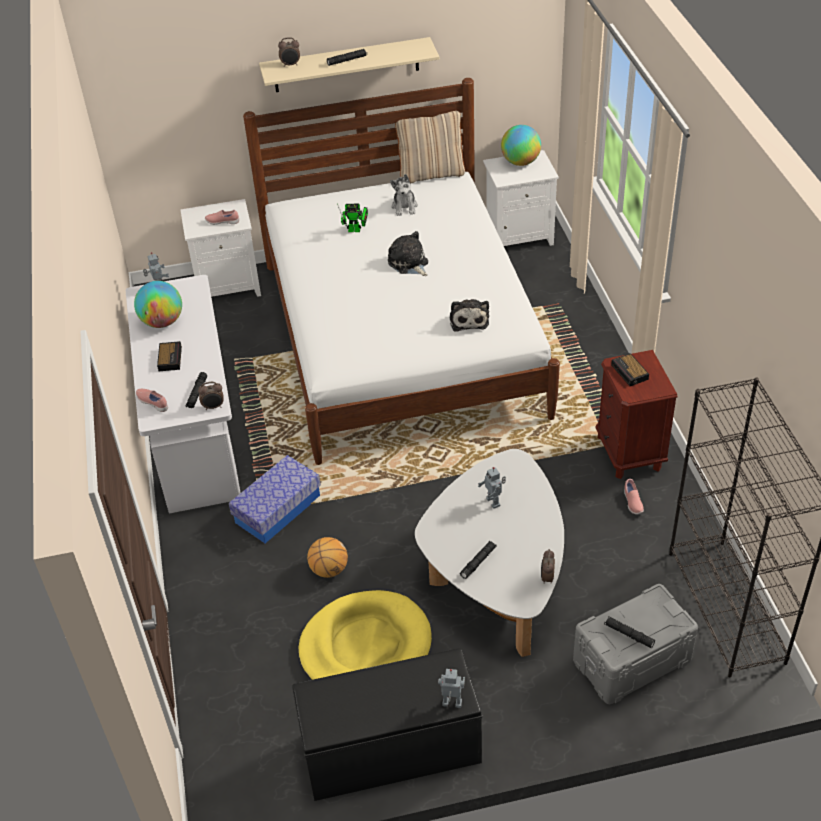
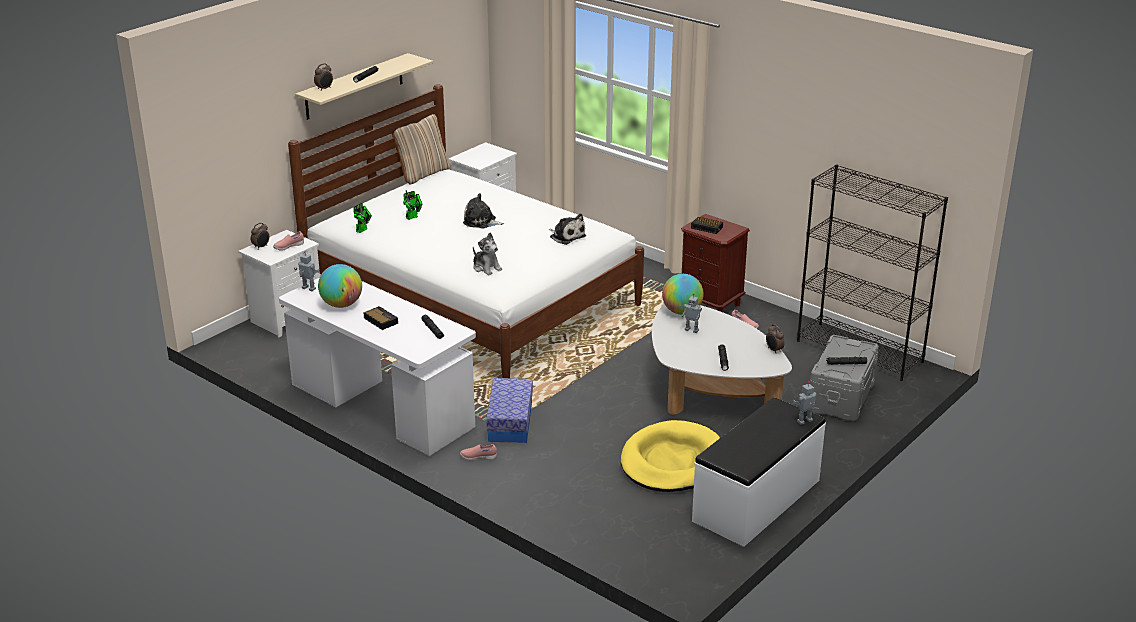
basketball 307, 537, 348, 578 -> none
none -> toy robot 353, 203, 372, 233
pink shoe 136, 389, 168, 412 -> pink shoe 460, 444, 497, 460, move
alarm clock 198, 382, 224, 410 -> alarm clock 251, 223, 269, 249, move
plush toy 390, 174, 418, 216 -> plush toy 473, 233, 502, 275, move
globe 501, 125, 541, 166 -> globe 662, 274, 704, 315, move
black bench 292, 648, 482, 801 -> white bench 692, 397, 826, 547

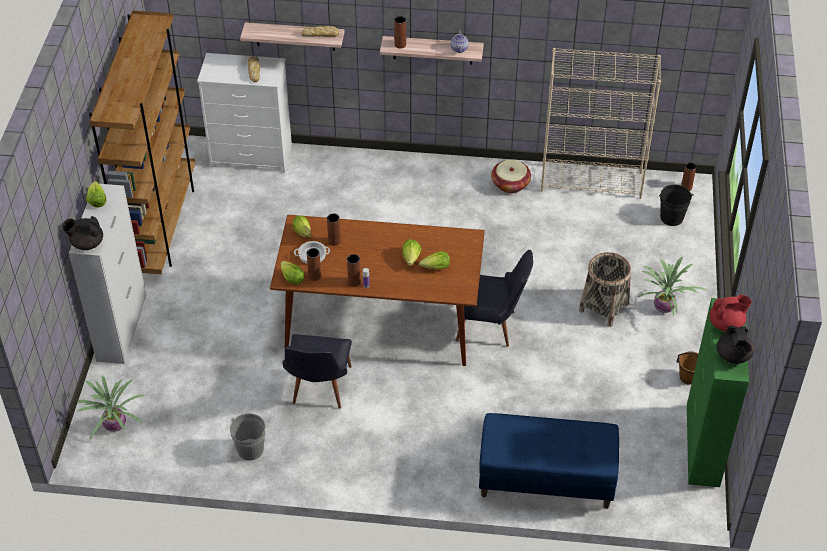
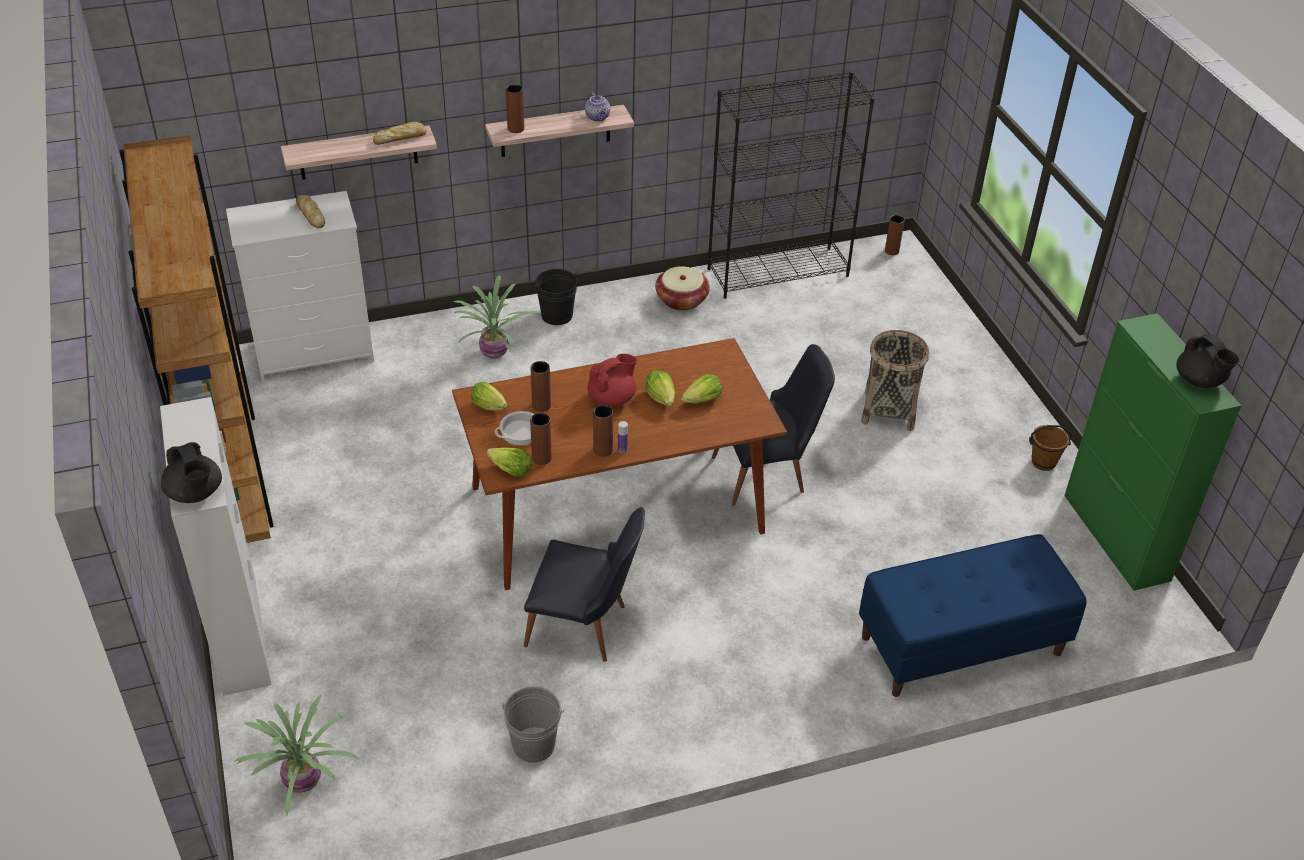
lettuce 86, 181, 107, 207 -> none
potted plant 639, 257, 708, 317 -> potted plant 453, 275, 543, 359, move
black bucket 659, 185, 694, 226 -> black bucket 535, 269, 579, 325, move
red teapot 710, 295, 752, 332 -> red teapot 588, 354, 637, 406, move
beige bookcase 541, 48, 661, 199 -> black bookcase 707, 71, 875, 299
black teapot 62, 216, 103, 250 -> black teapot 161, 442, 222, 503, 90 degrees counterclockwise
black chair 282, 334, 352, 409 -> black chair 524, 507, 645, 662, 60 degrees counterclockwise

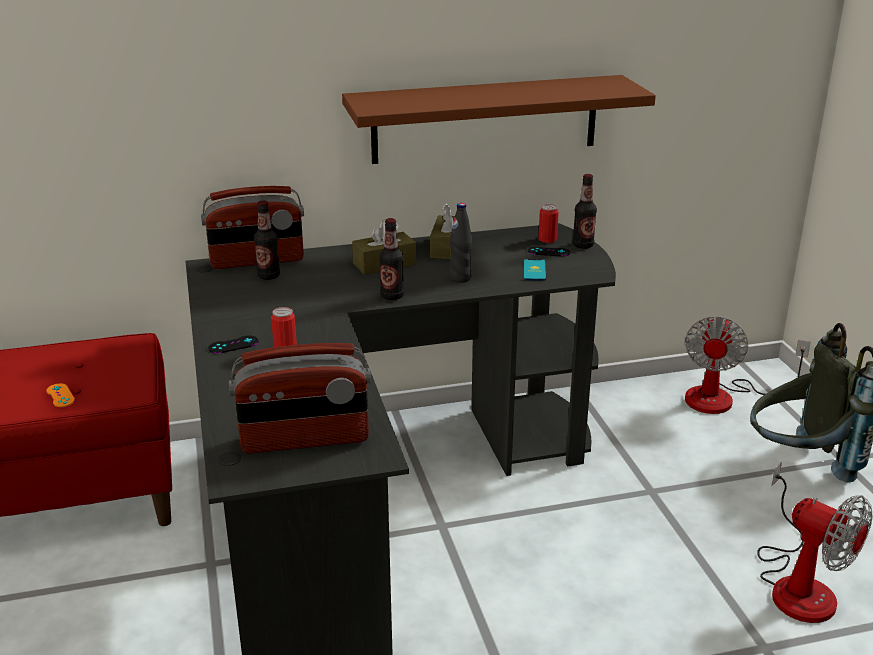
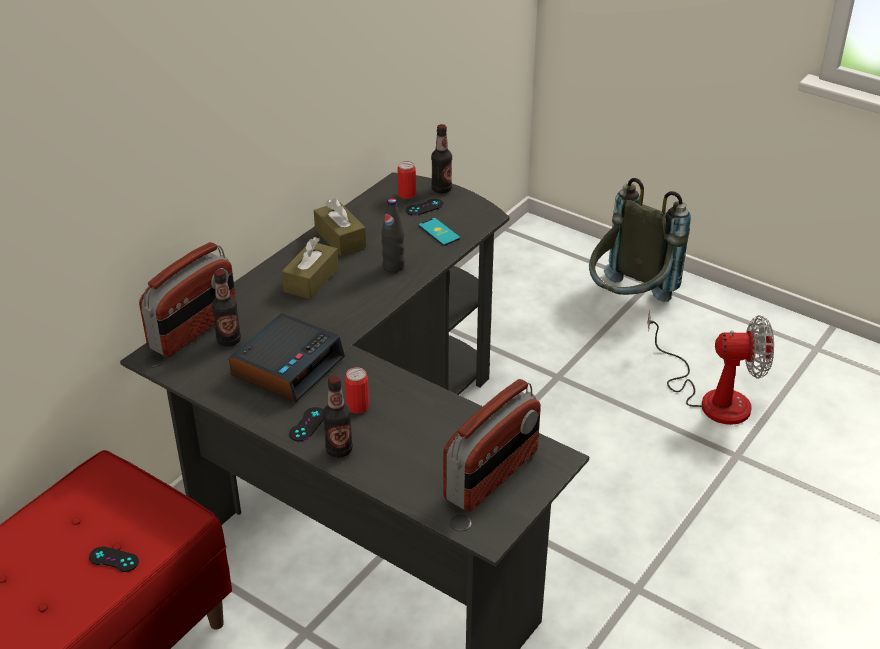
brown shelf 342, 75, 656, 164 -> none
fan 685, 315, 811, 414 -> none
none -> alarm clock 229, 313, 345, 403
bottle 379, 218, 404, 300 -> bottle 323, 375, 353, 458, move
orange game controller 46, 384, 75, 407 -> black game controller 89, 546, 139, 572

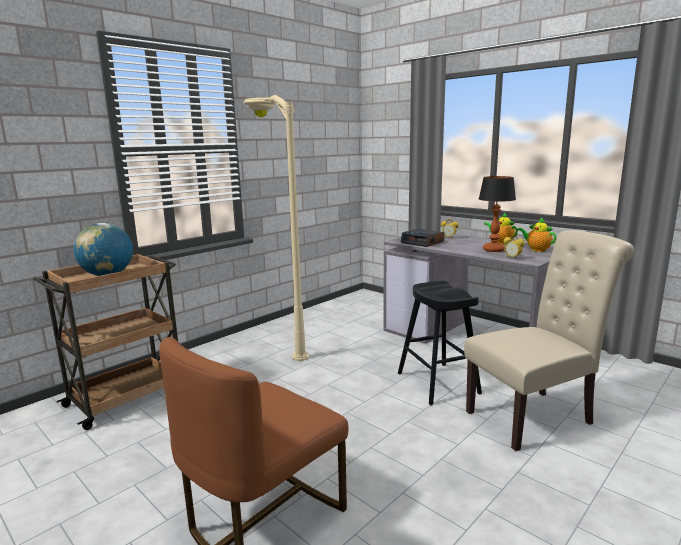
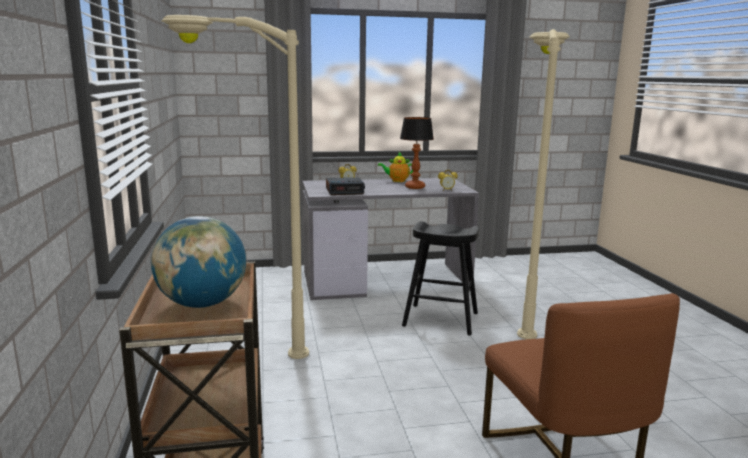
teapot 517, 218, 556, 252 -> none
beige chair 464, 230, 634, 451 -> beige floor lamp 517, 29, 570, 339

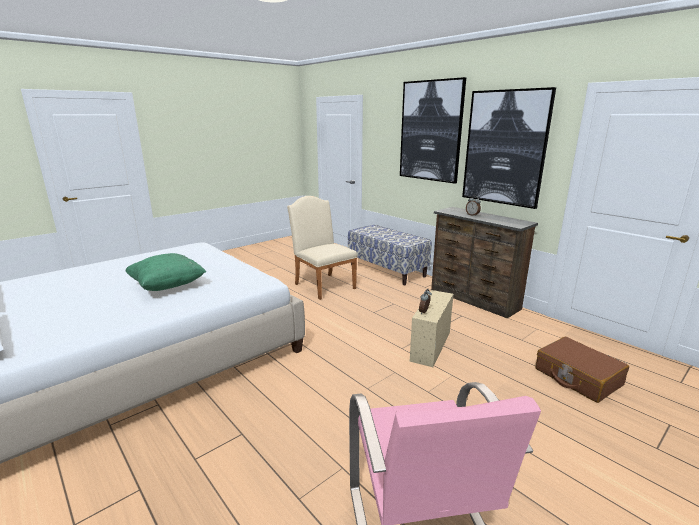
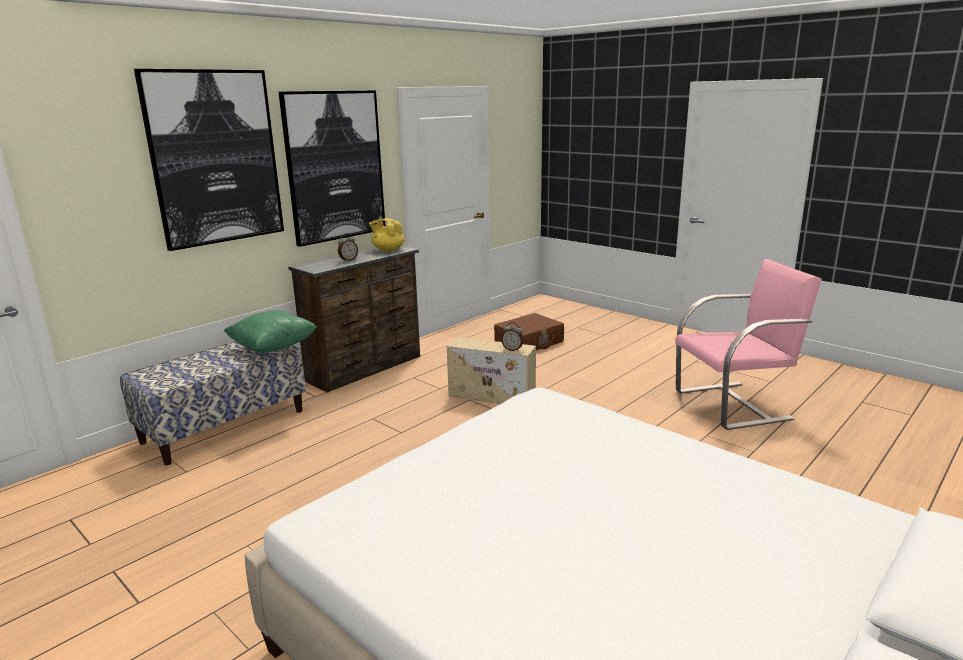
beige chair 287, 196, 357, 300 -> none
none -> yellow teapot 369, 218, 404, 252
green pillow 126, 253, 206, 291 -> green pillow 224, 310, 317, 353, move

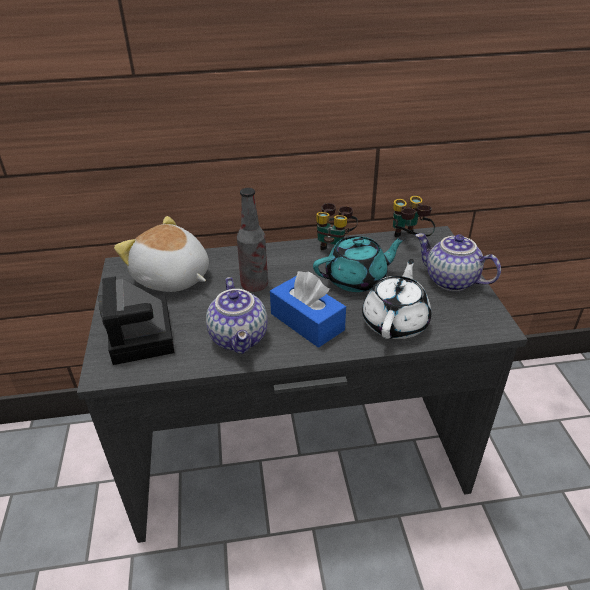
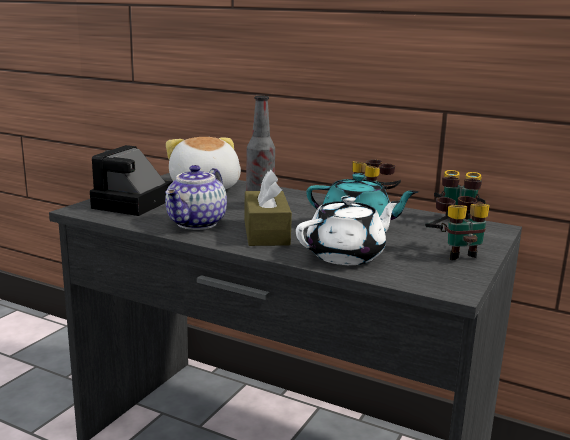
teapot 415, 233, 501, 291 -> binoculars 425, 196, 490, 260
blue tissue box 270, 271, 346, 348 -> brown tissue box 244, 170, 292, 246

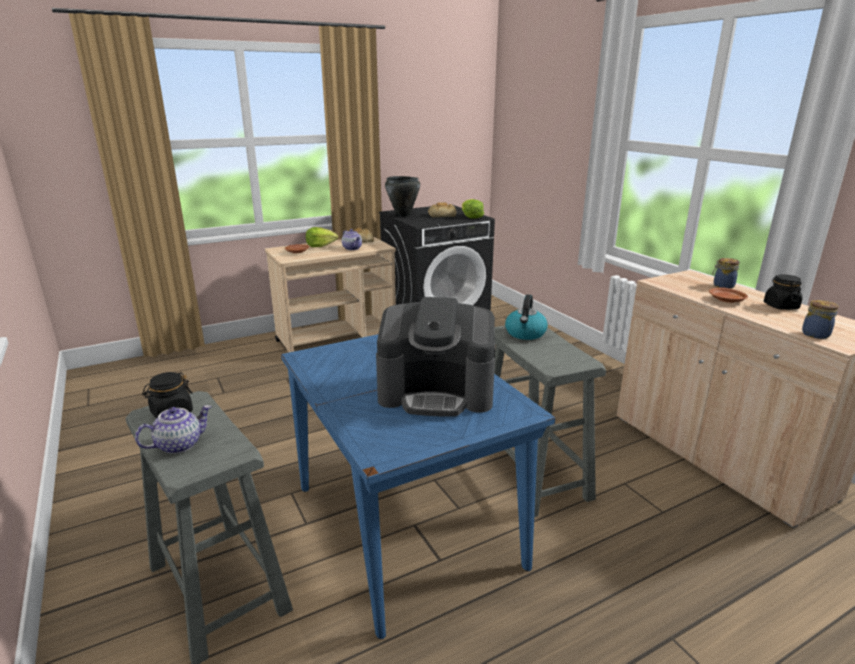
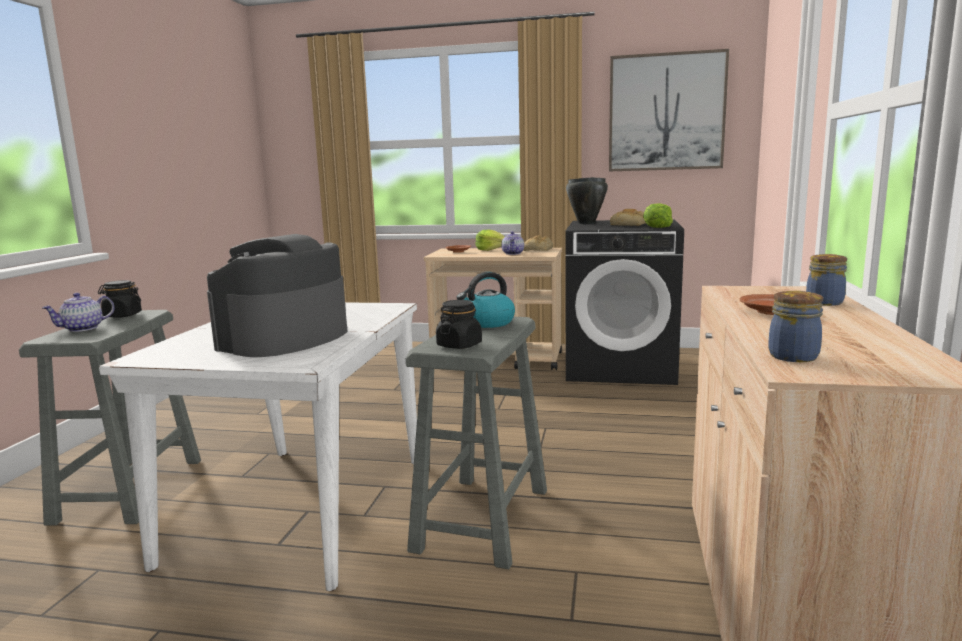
none -> picture 609, 49, 729, 171
black jar 764, 274, 803, 310 -> black jar 436, 300, 482, 349, move
blue dining table 281, 334, 555, 639 -> white dining table 99, 302, 417, 591
teapot 135, 405, 212, 454 -> teapot 42, 293, 115, 332, 135 degrees clockwise
coffee machine 376, 297, 495, 417 -> coffee machine 207, 234, 348, 357, 75 degrees clockwise

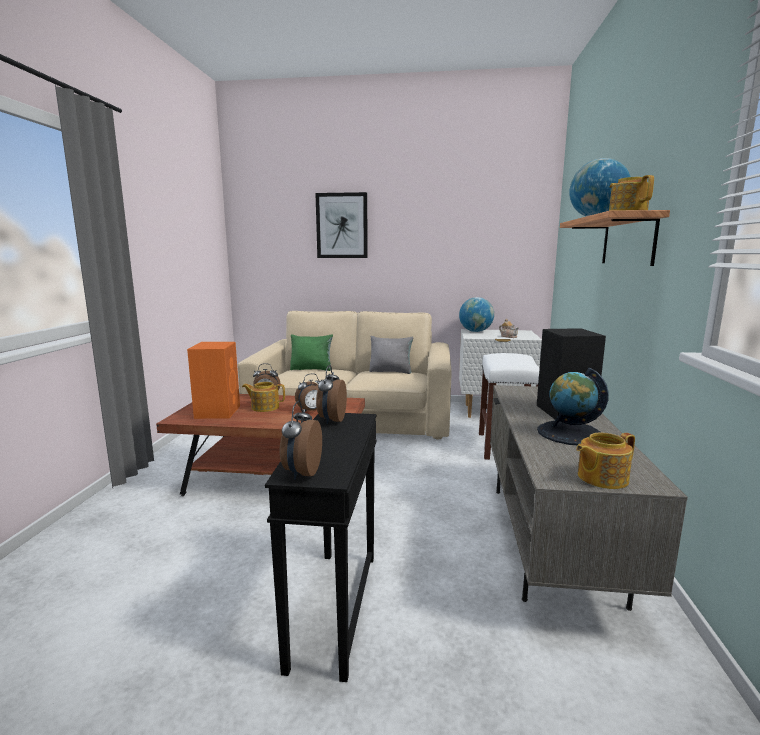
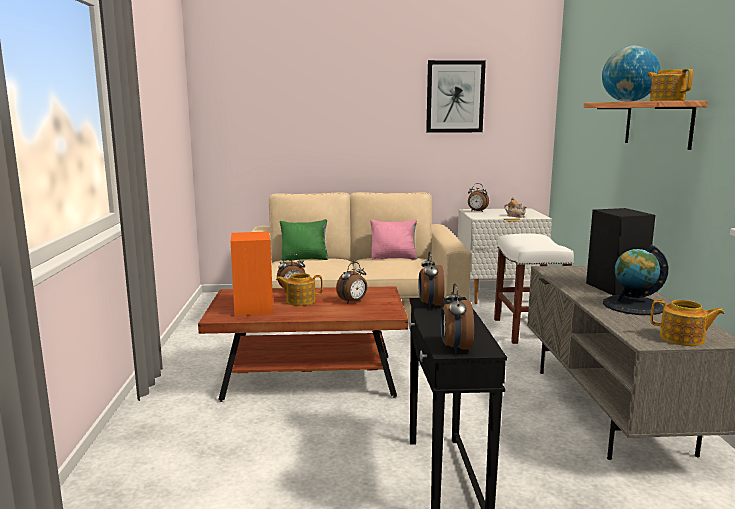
picture 315, 192, 368, 258 -> picture 426, 60, 486, 132, move
globe 459, 297, 494, 332 -> alarm clock 468, 183, 489, 212
grey pillow 369, 336, 413, 374 -> pink pillow 370, 219, 418, 260
teapot 576, 433, 635, 489 -> teapot 650, 300, 725, 346, 120 degrees counterclockwise

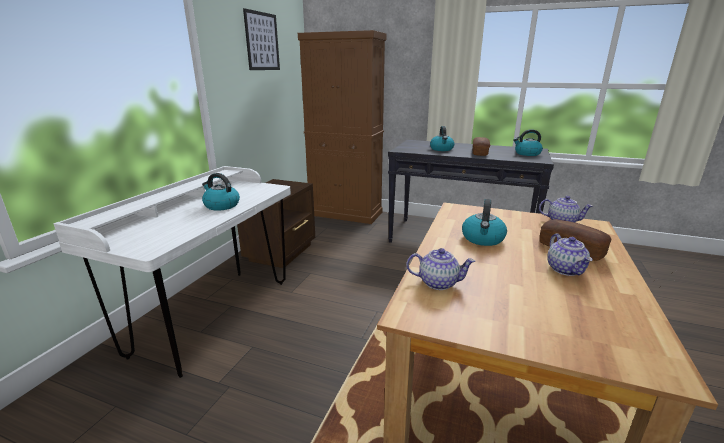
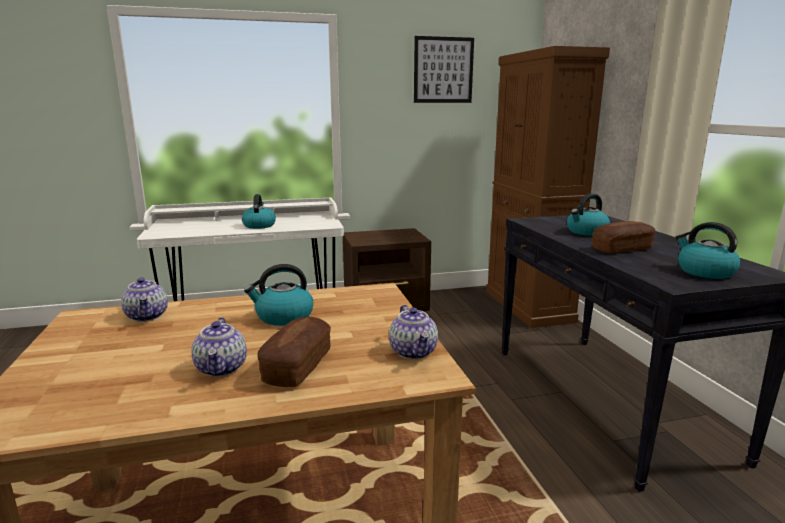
teapot 547, 233, 593, 276 -> teapot 191, 317, 247, 377, 60 degrees counterclockwise

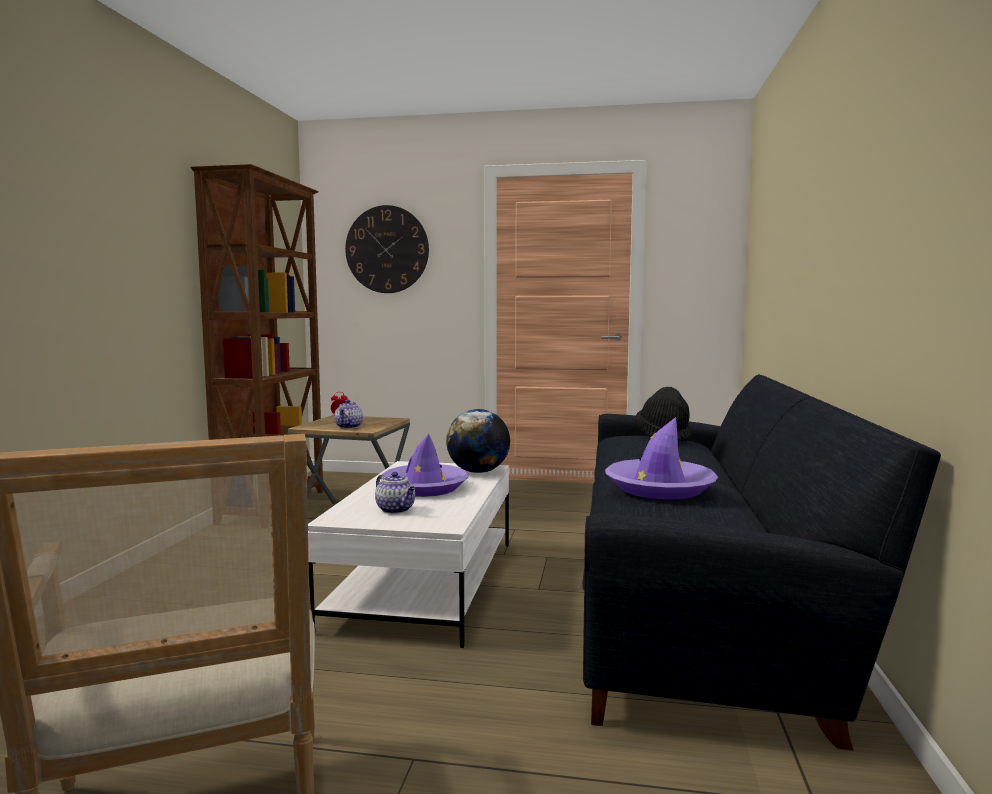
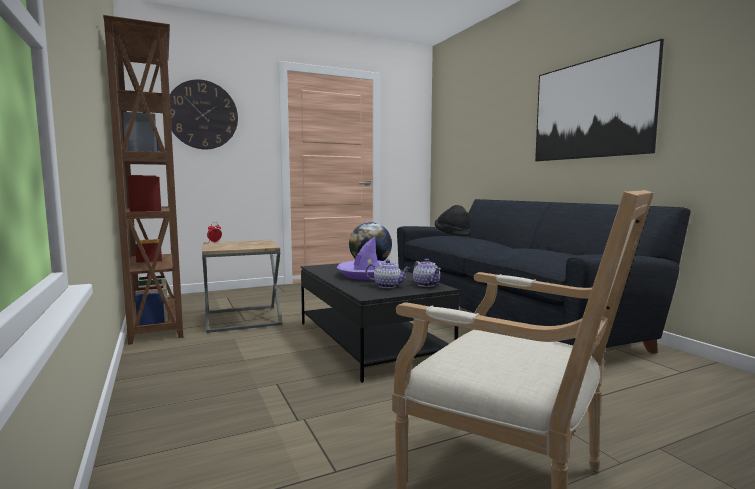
purple hat 605, 417, 718, 500 -> none
none -> picture 535, 39, 664, 161
teapot 334, 400, 363, 429 -> teapot 413, 258, 441, 287, move
white coffee table 308, 461, 509, 648 -> black coffee table 301, 263, 459, 383

